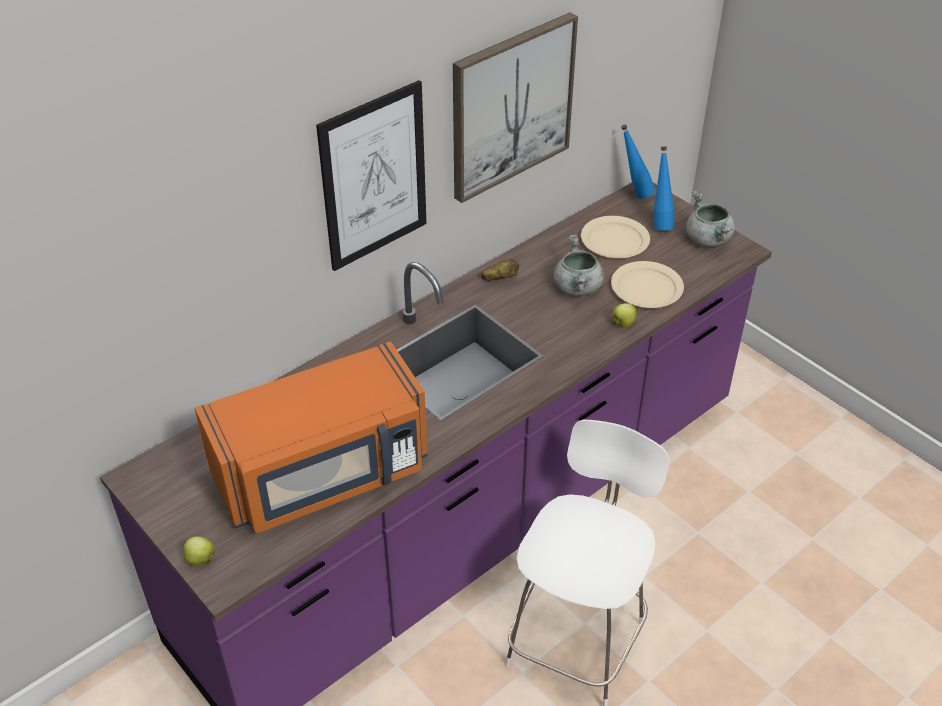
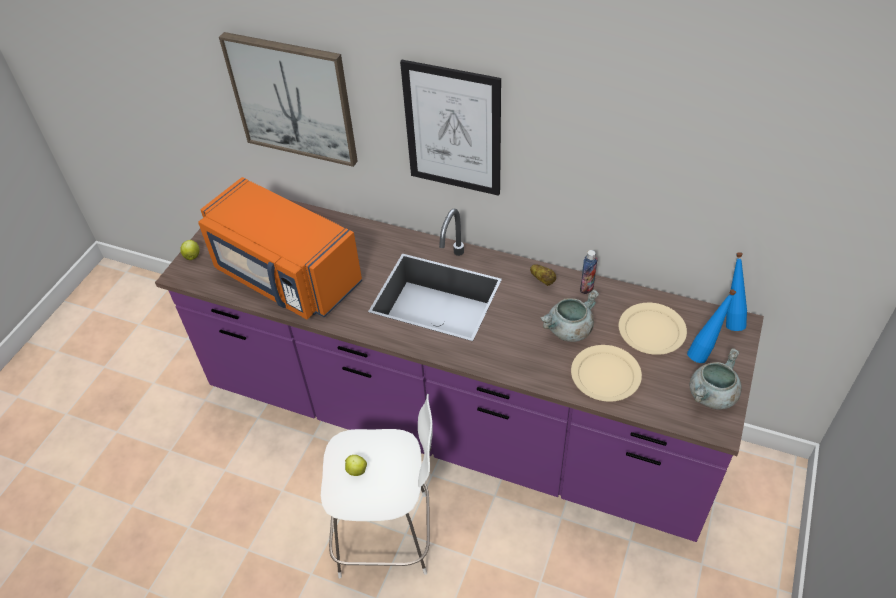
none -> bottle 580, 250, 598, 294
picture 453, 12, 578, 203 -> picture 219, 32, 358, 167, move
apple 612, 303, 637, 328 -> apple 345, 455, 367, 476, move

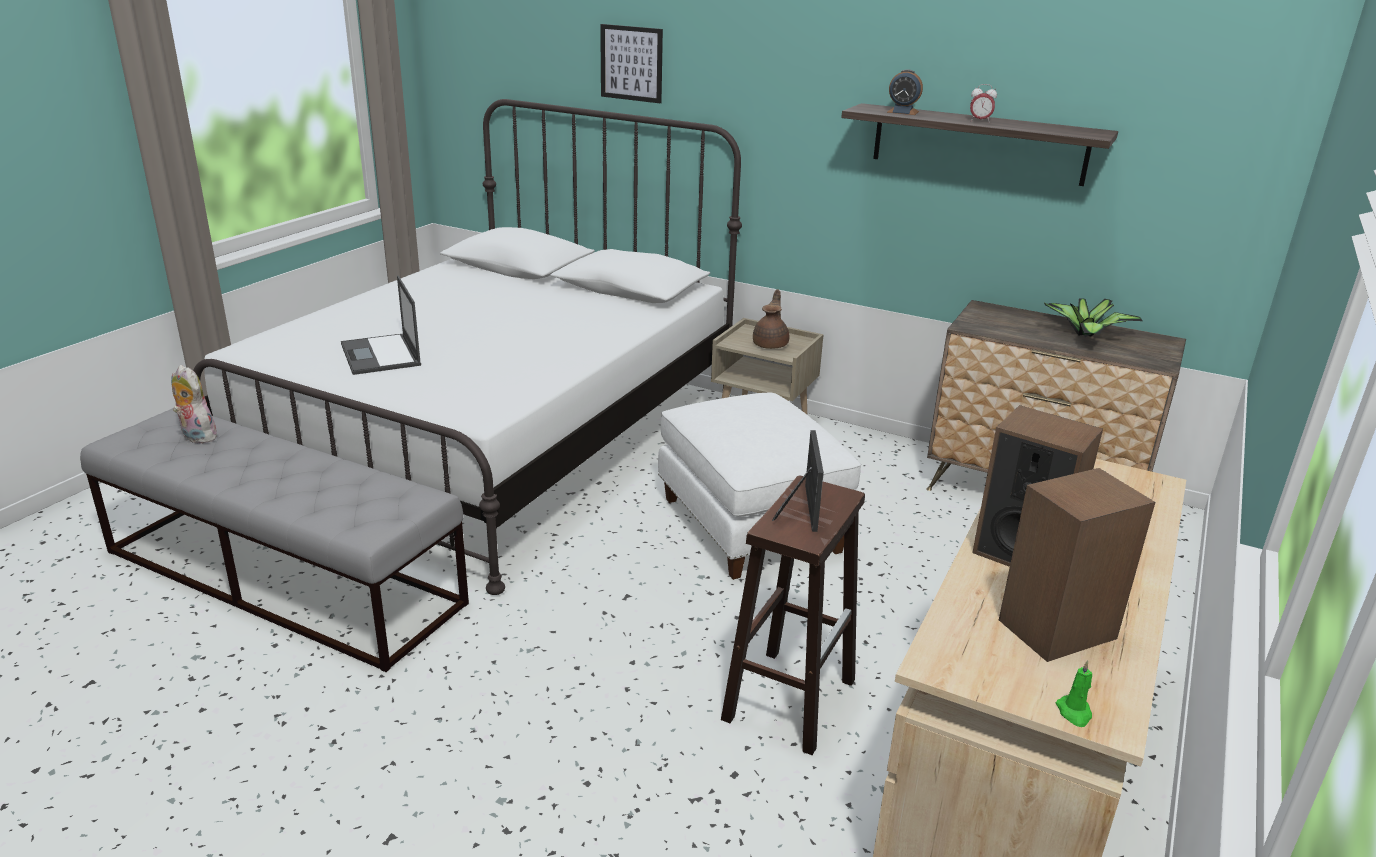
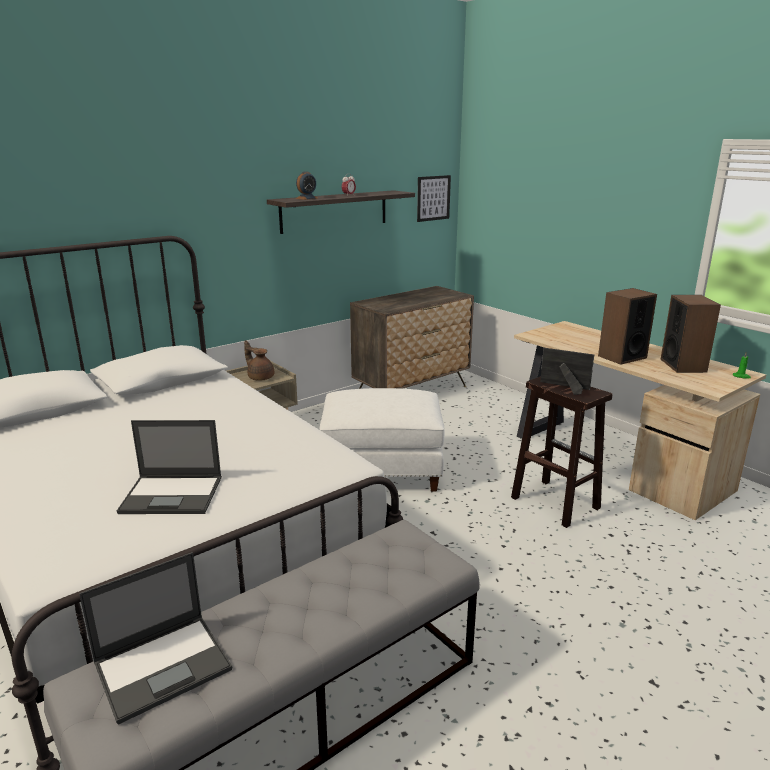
potted plant 1044, 298, 1142, 337 -> none
picture 600, 24, 663, 103 -> picture 417, 175, 451, 222, move
plush toy 171, 365, 217, 444 -> laptop 79, 552, 232, 725

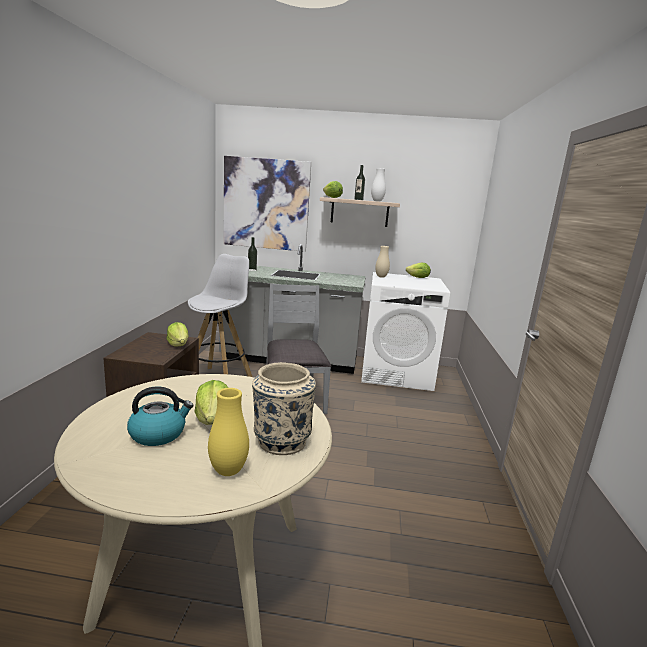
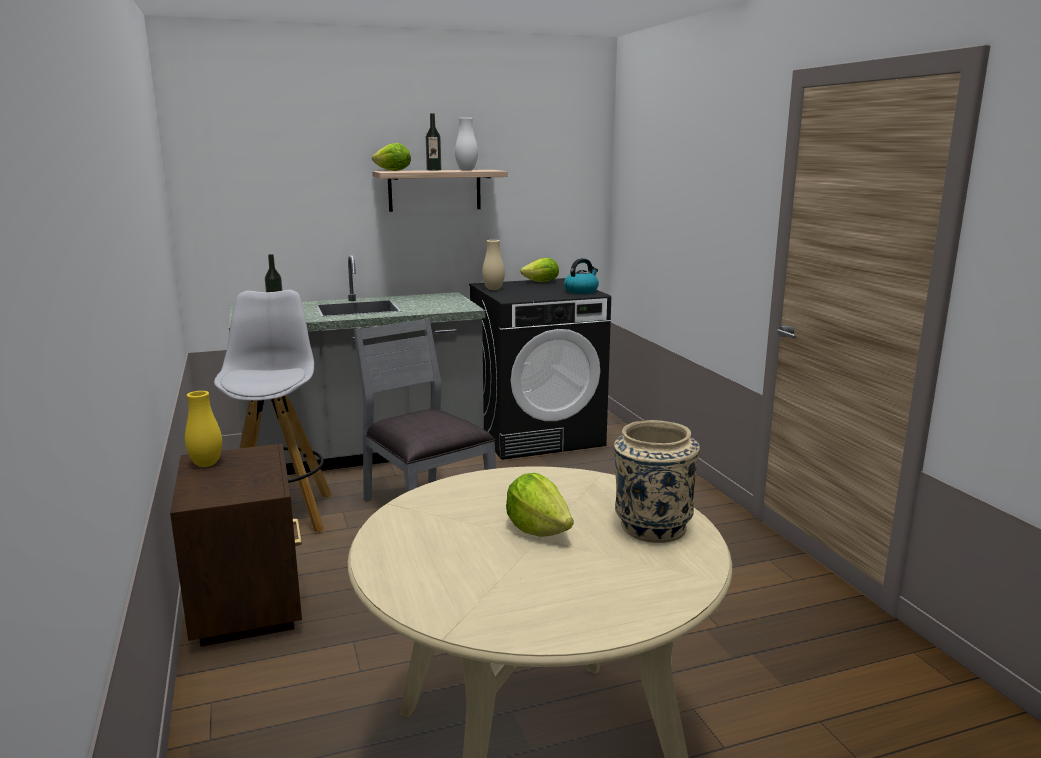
lettuce 167, 322, 189, 347 -> none
picture 223, 156, 311, 252 -> none
kettle 127, 387, 194, 446 -> kettle 564, 258, 599, 294, move
yellow vase 208, 388, 249, 476 -> yellow vase 185, 391, 222, 467, move
white washing machine 361, 272, 450, 391 -> black washing machine 469, 278, 611, 460

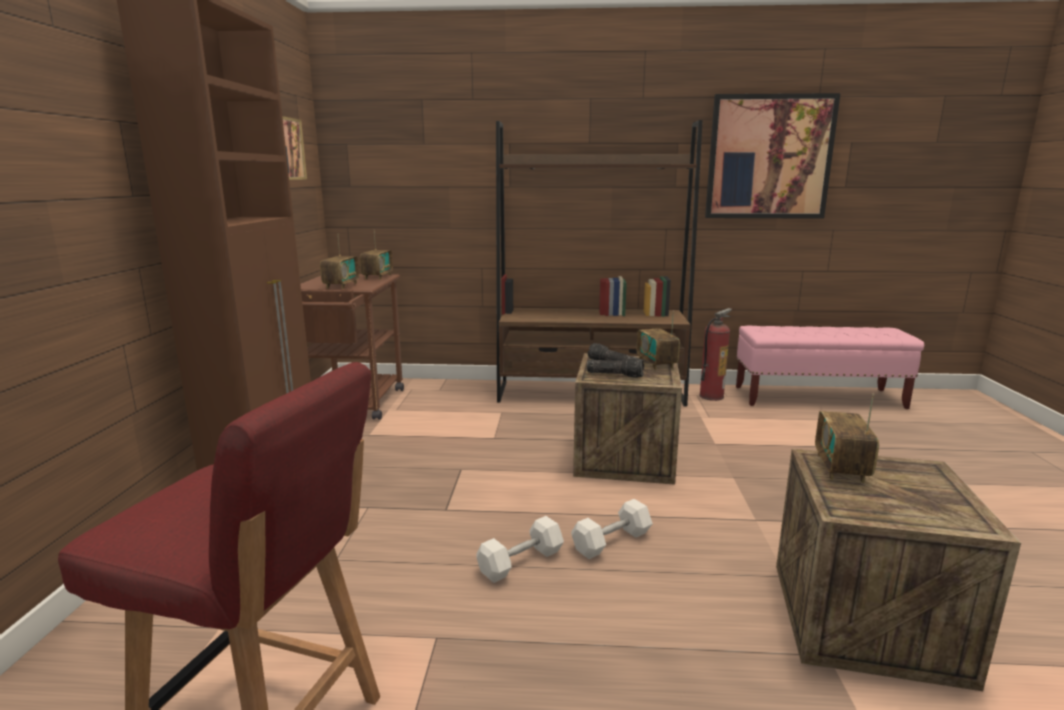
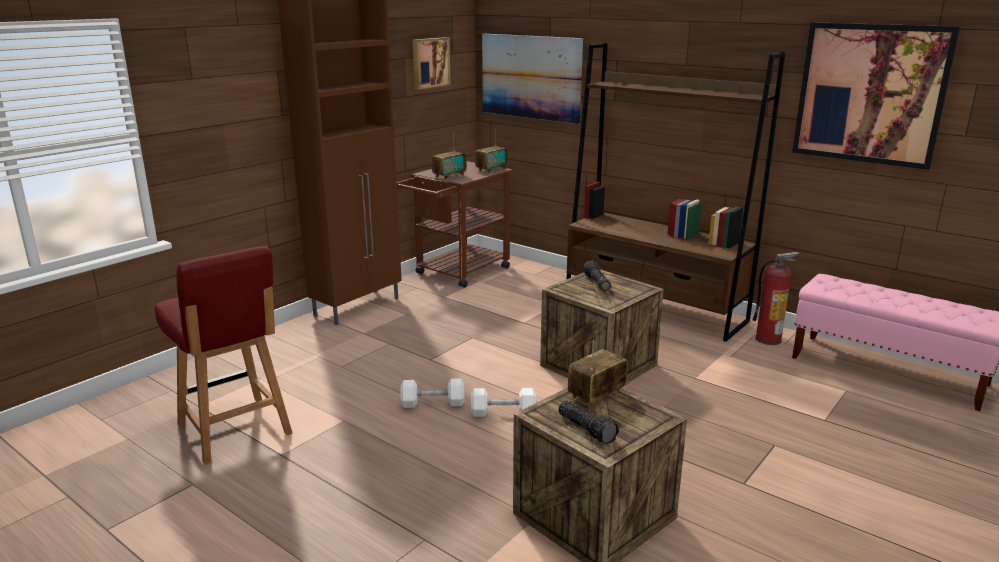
radio 637, 311, 680, 370 -> none
none -> picture 482, 34, 583, 124
flashlight 587, 358, 644, 378 -> flashlight 558, 400, 619, 444, move

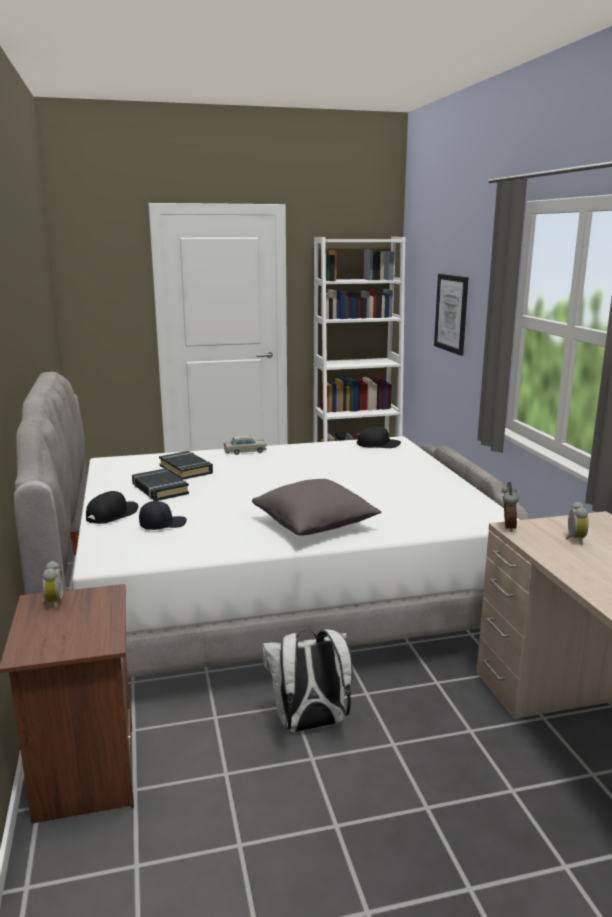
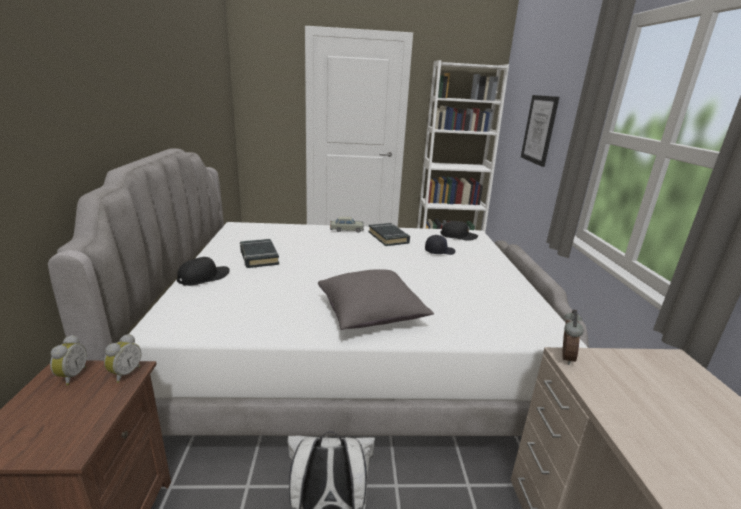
black cap 139, 501, 187, 530 -> black cap 425, 235, 455, 255, move
black book 159, 451, 213, 480 -> black book 368, 223, 410, 246, move
alarm clock 565, 502, 589, 545 -> alarm clock 104, 334, 141, 383, move

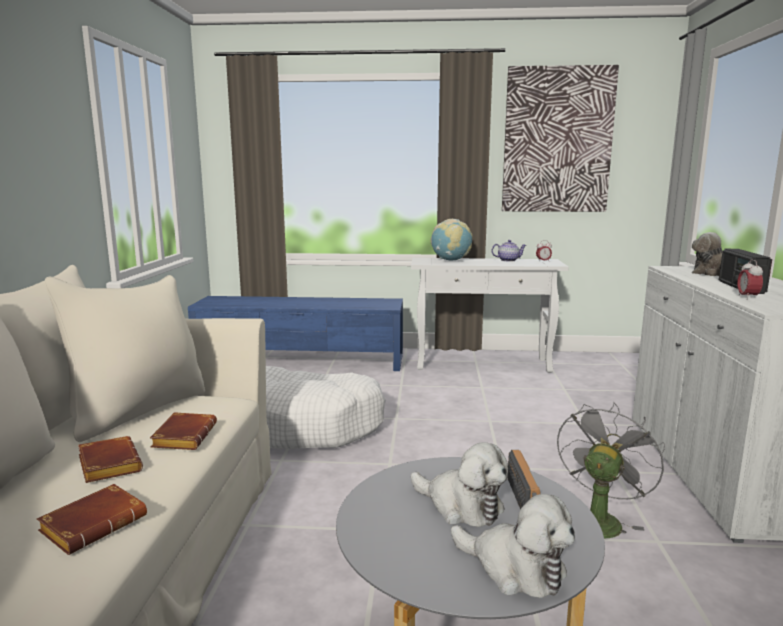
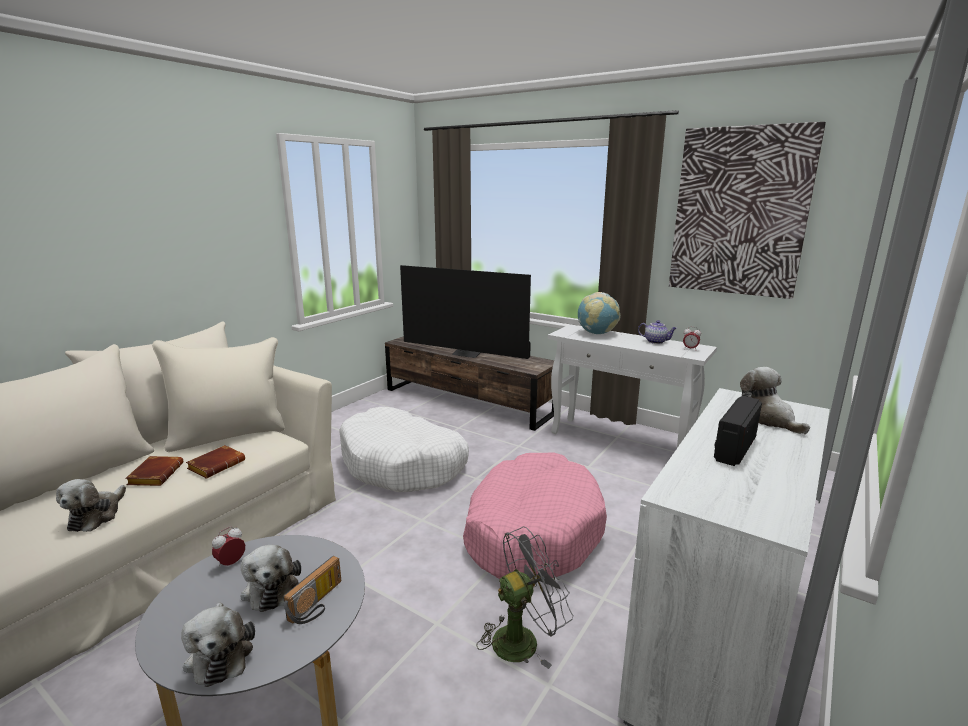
none -> television 400, 265, 531, 359
none -> pink dog bed 463, 453, 607, 579
alarm clock 737, 259, 763, 300 -> alarm clock 212, 526, 245, 567, move
brown book 37, 484, 147, 555 -> plush toy 56, 479, 126, 532
blue tv stand 188, 296, 403, 371 -> brown tv stand 385, 336, 554, 431

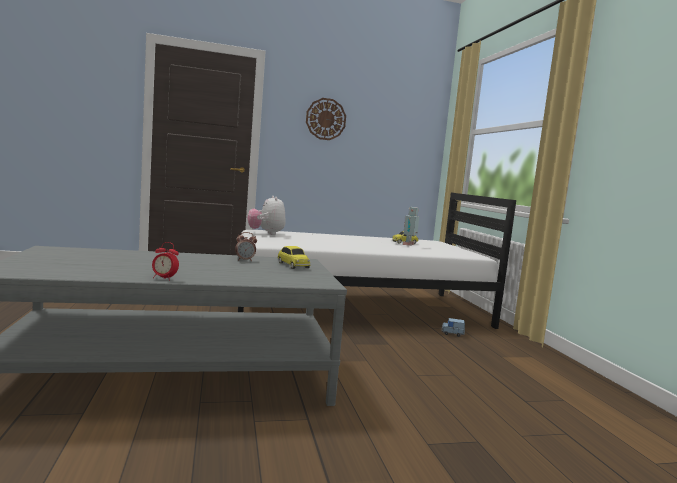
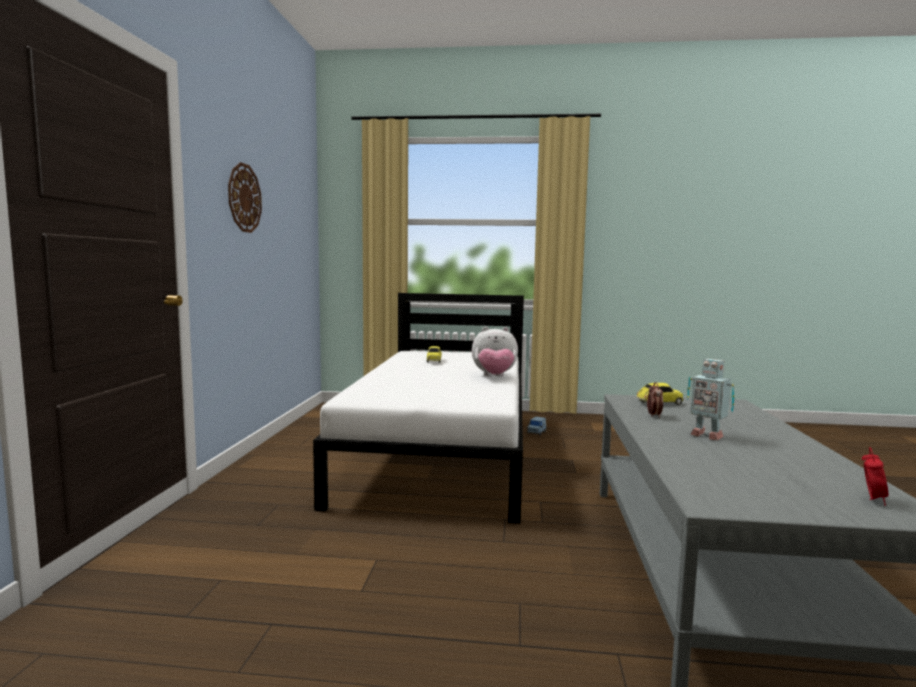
alarm clock 152, 242, 179, 281 -> alarm clock 862, 447, 888, 505, move
plush toy 248, 196, 286, 235 -> plush toy 472, 327, 518, 376, move
toy robot 402, 207, 419, 246 -> toy robot 687, 359, 735, 440, move

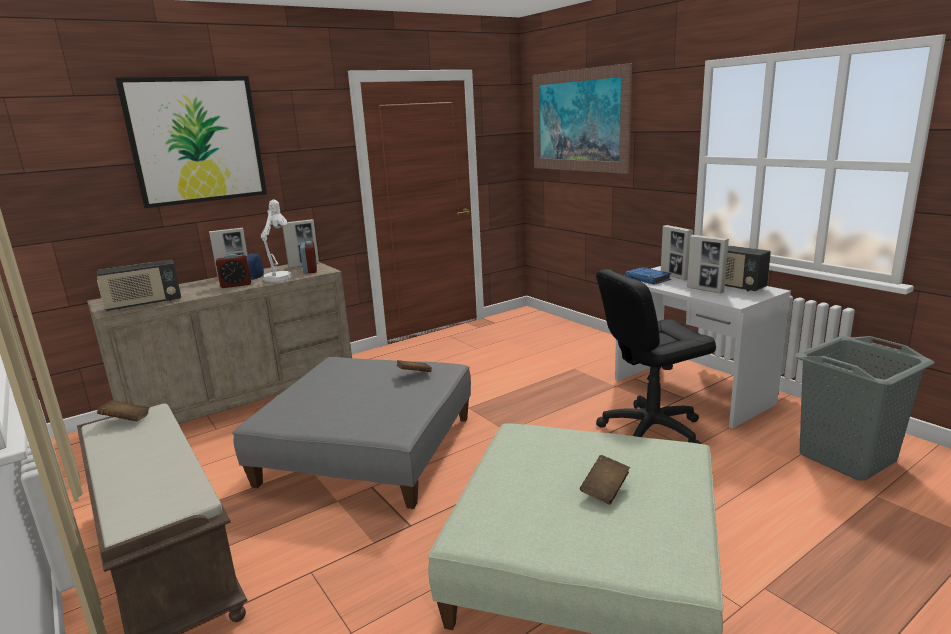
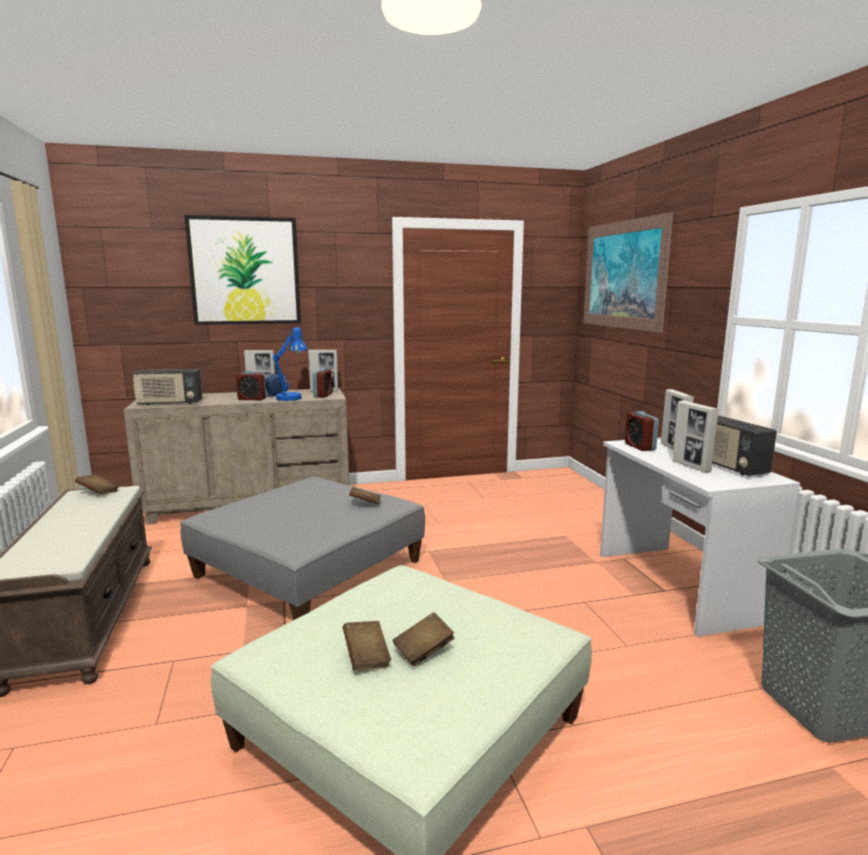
black office chair 596, 269, 716, 444 -> none
none -> brown book 343, 621, 391, 670
blue book 625, 267, 672, 285 -> alarm clock 625, 411, 659, 451
white table lamp 261, 200, 292, 283 -> blue table lamp 272, 327, 307, 401

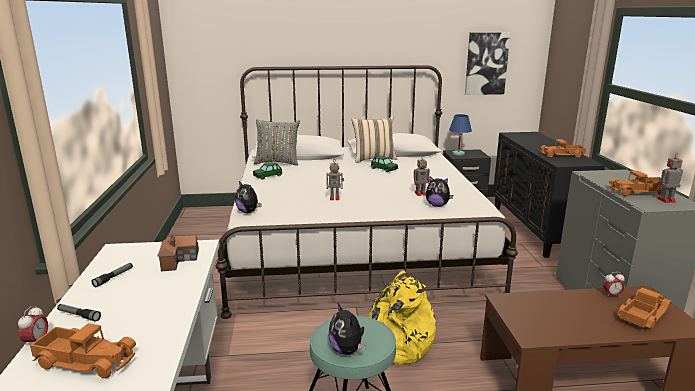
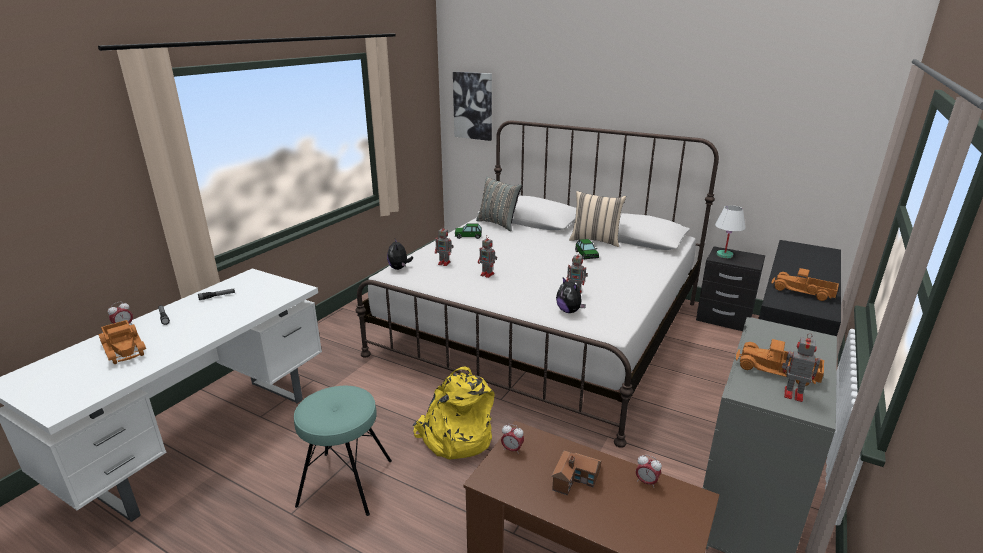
plush toy 328, 303, 366, 355 -> none
toy truck 617, 288, 672, 329 -> none
none -> toy robot 435, 225, 454, 266
none -> alarm clock 501, 424, 524, 454
toy house 157, 235, 199, 272 -> toy house 552, 450, 601, 495, move
picture 465, 32, 510, 95 -> picture 453, 72, 492, 141, move
blue table lamp 449, 114, 472, 156 -> white table lamp 715, 205, 746, 258

